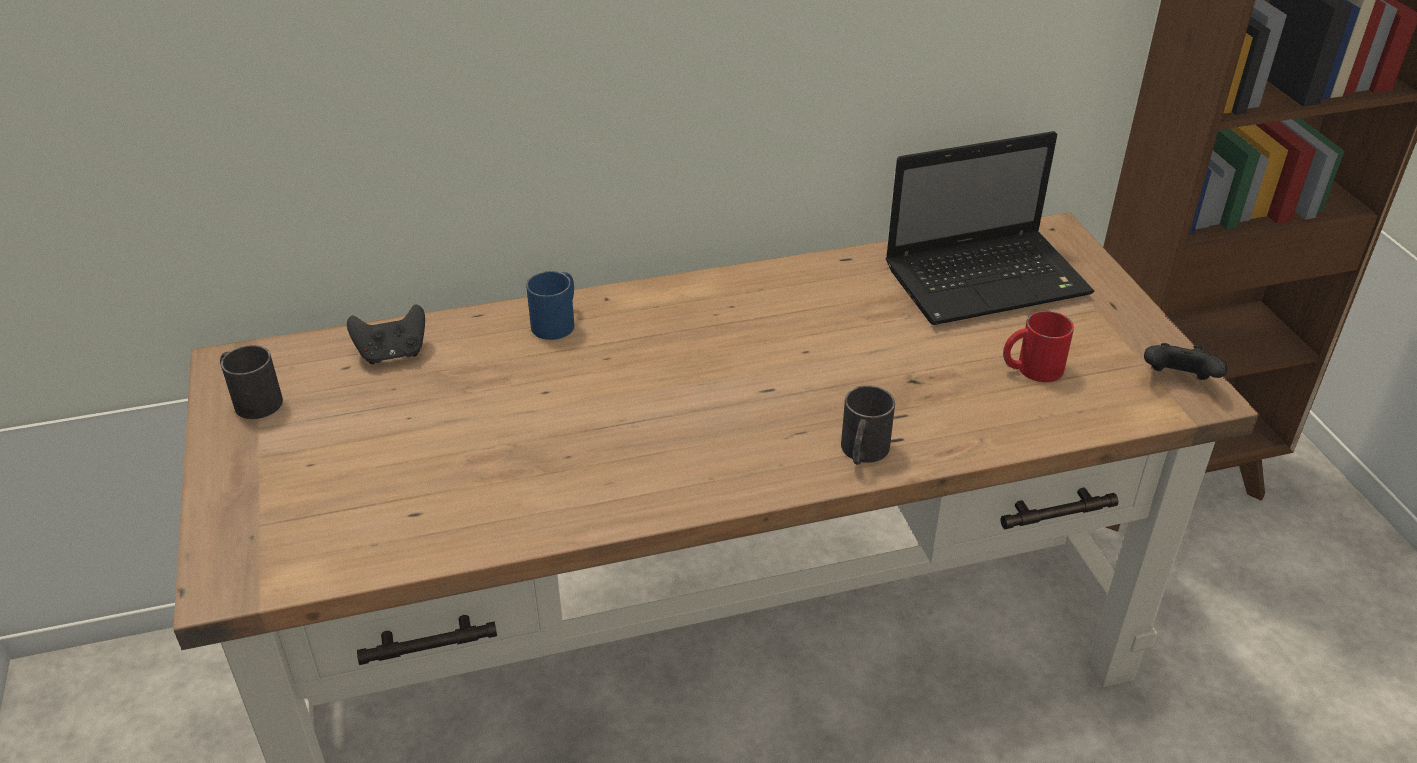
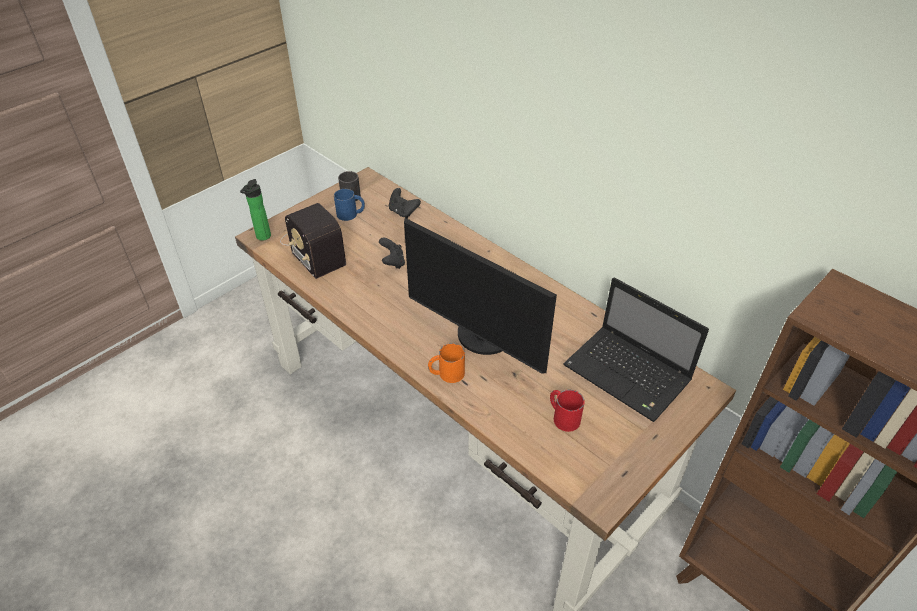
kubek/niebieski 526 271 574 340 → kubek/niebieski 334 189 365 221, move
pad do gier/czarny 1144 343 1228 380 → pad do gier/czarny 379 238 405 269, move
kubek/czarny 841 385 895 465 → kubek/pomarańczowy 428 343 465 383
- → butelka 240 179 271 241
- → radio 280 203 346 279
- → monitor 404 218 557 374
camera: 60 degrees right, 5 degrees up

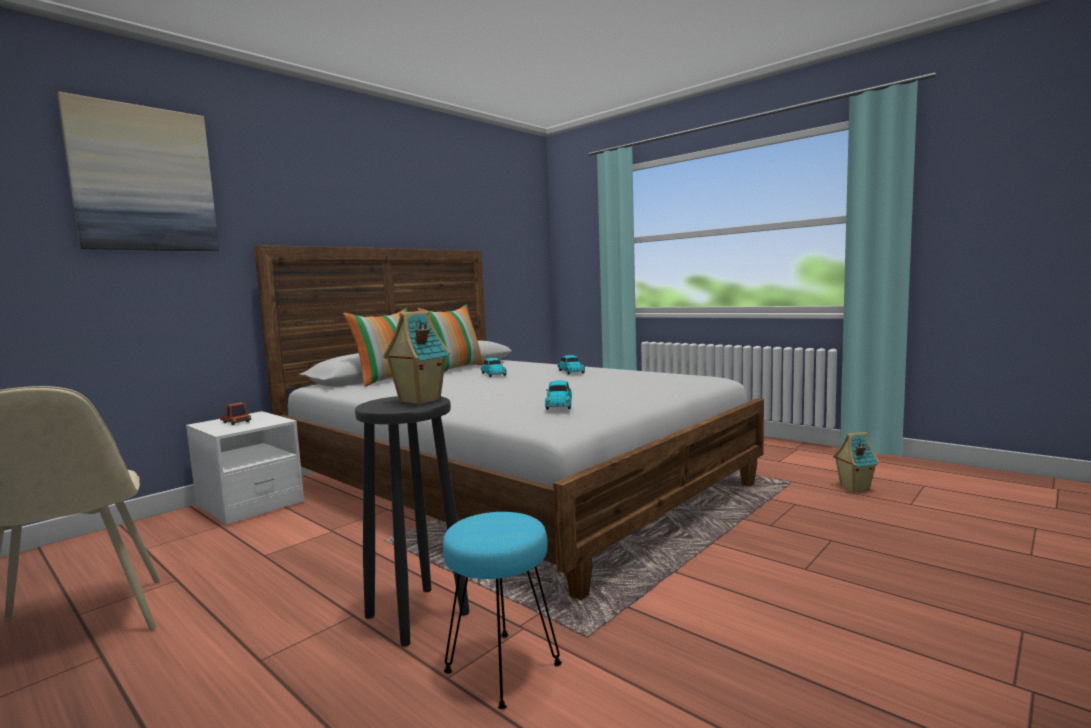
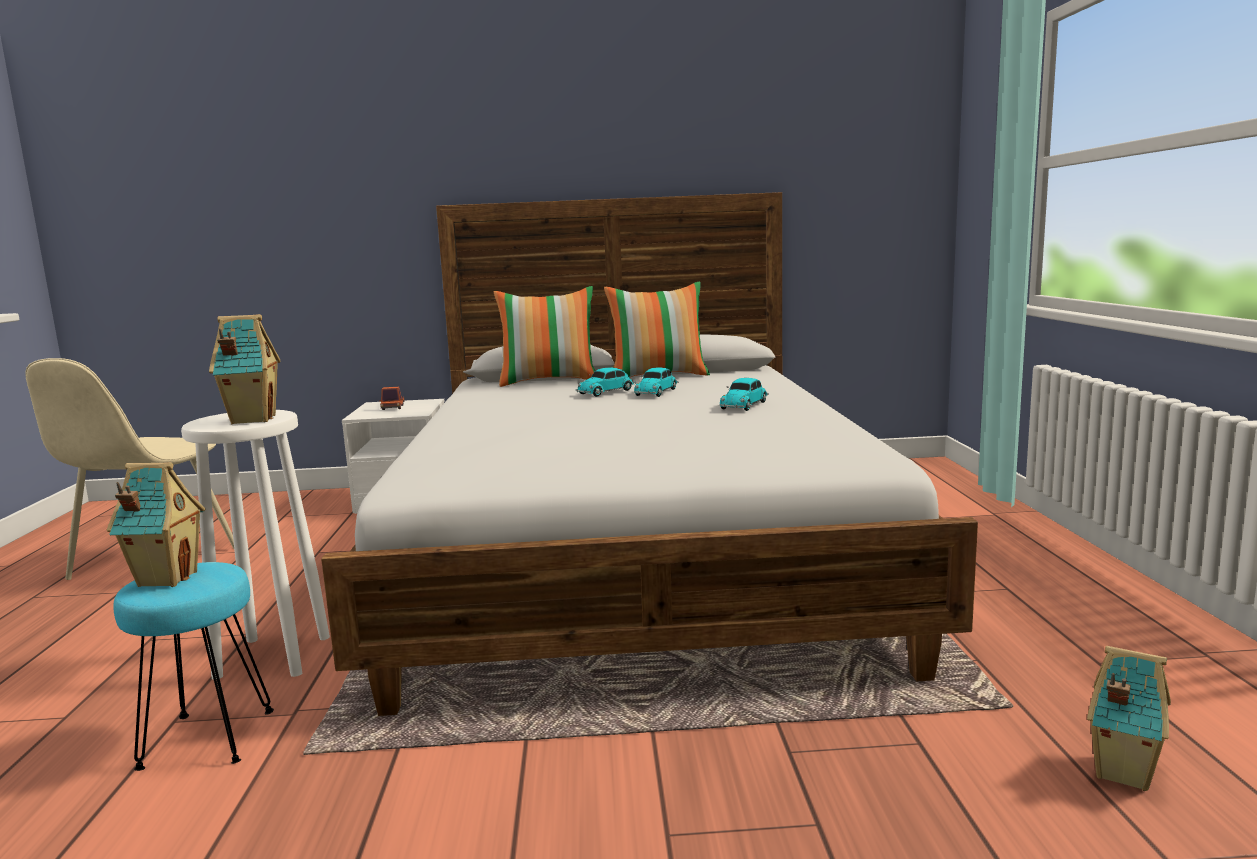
obraz 57 92 219 252 → -
samochodzik 545 381 572 410 → samochodzik 576 368 637 397, move
stołek/czarny 355 396 470 647 → stołek/biały 181 410 330 679
- → domek 107 462 205 587
camera: 45 degrees right, 5 degrees up

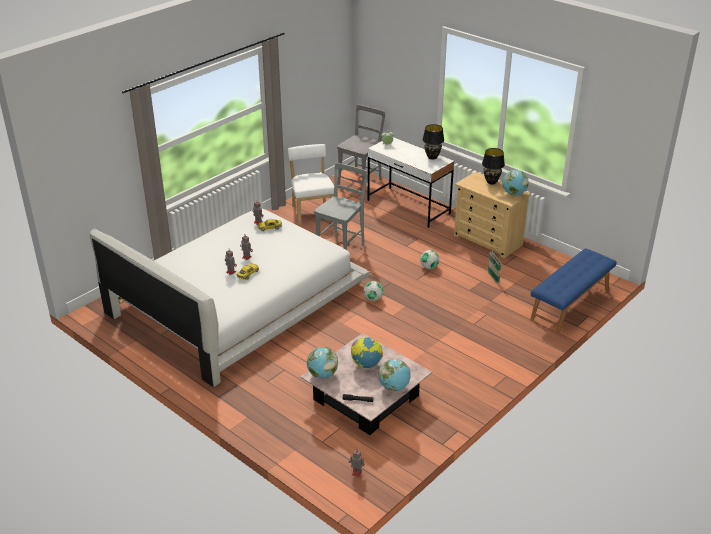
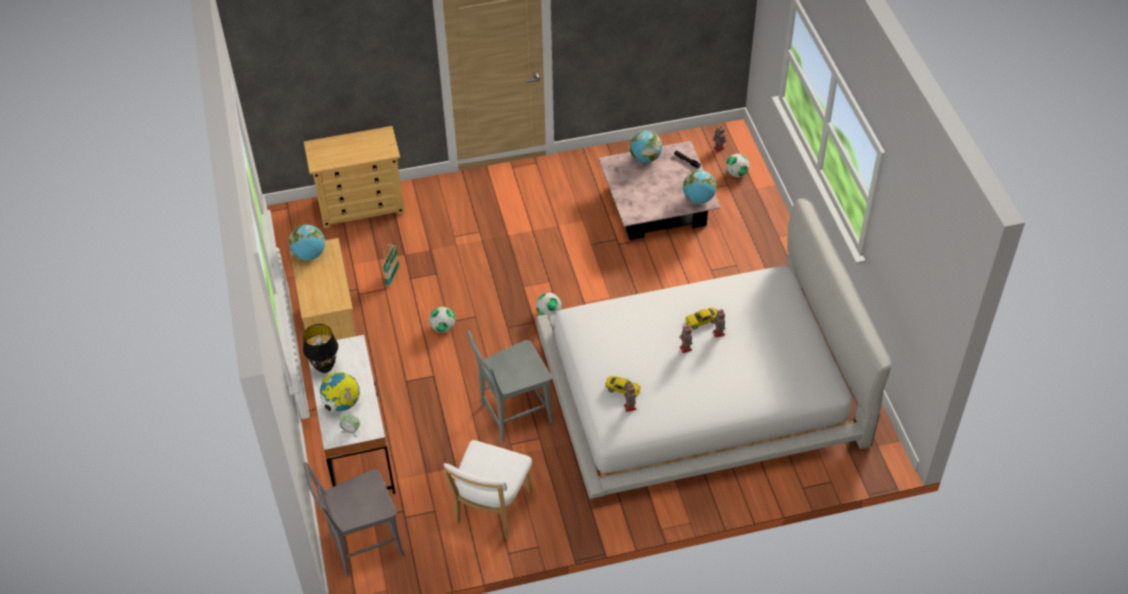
lampa stołowa/czarny 482 148 505 184 → -
ławka/niebieski 530 249 617 334 → komoda/beżowy 304 126 405 228
globus 351 337 383 368 → globus 320 372 360 412, move
- → piłka futbolowa 726 154 749 177
camera: 145 degrees left, 15 degrees up

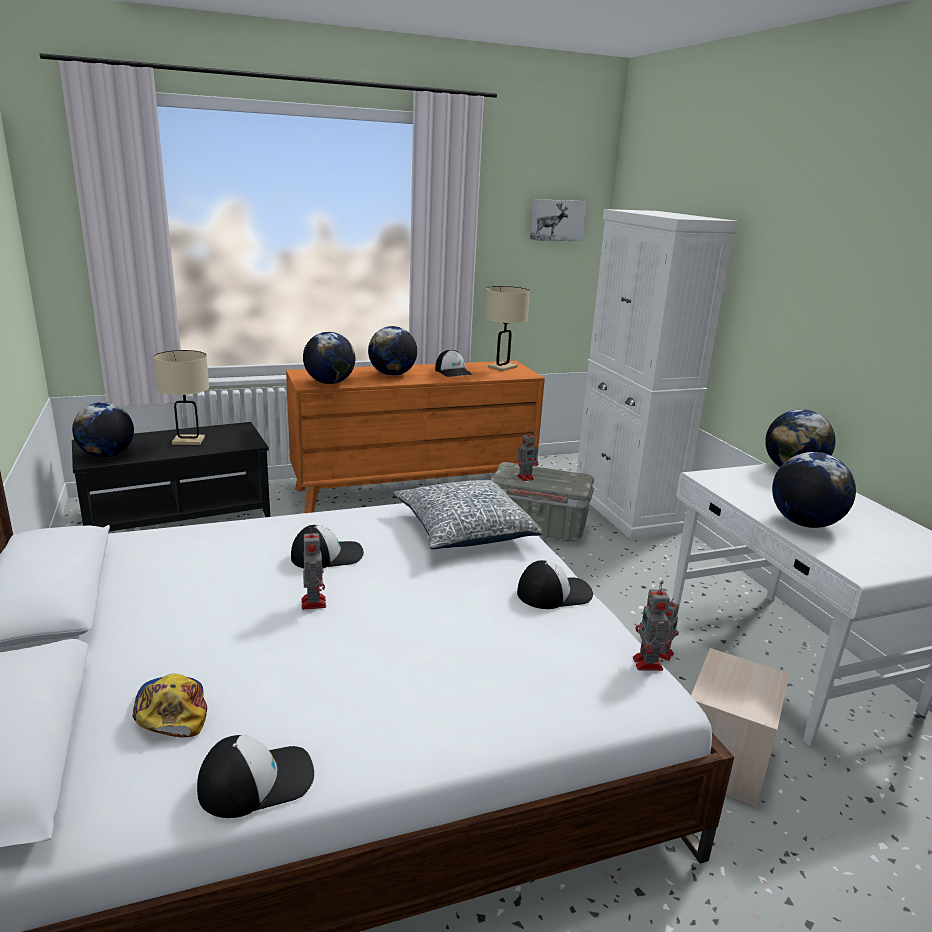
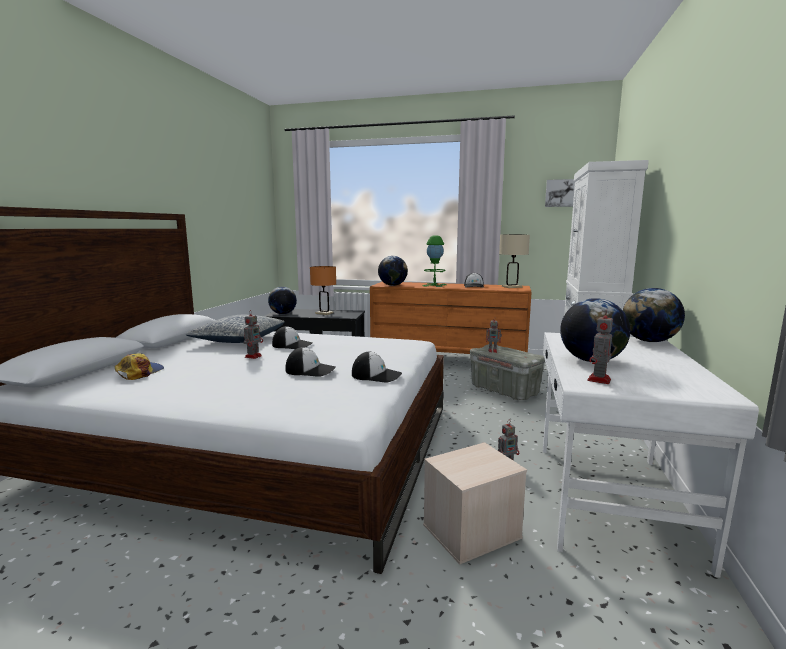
globus 368 326 417 376 → lampa stołowa/zielony 422 235 447 287
lampa stołowa/beżowy 154 350 209 445 → lampa stołowa/pomarańczowy 310 266 336 315
poduszka 393 480 542 549 → poduszka 186 315 285 343, move
robot zabawkowy 633 583 670 671 → robot zabawkowy 587 309 613 384, move
czapka z daszkiem 197 735 314 818 → czapka z daszkiem 286 347 336 377, move
camera: 35 degrees right, 10 degrees down

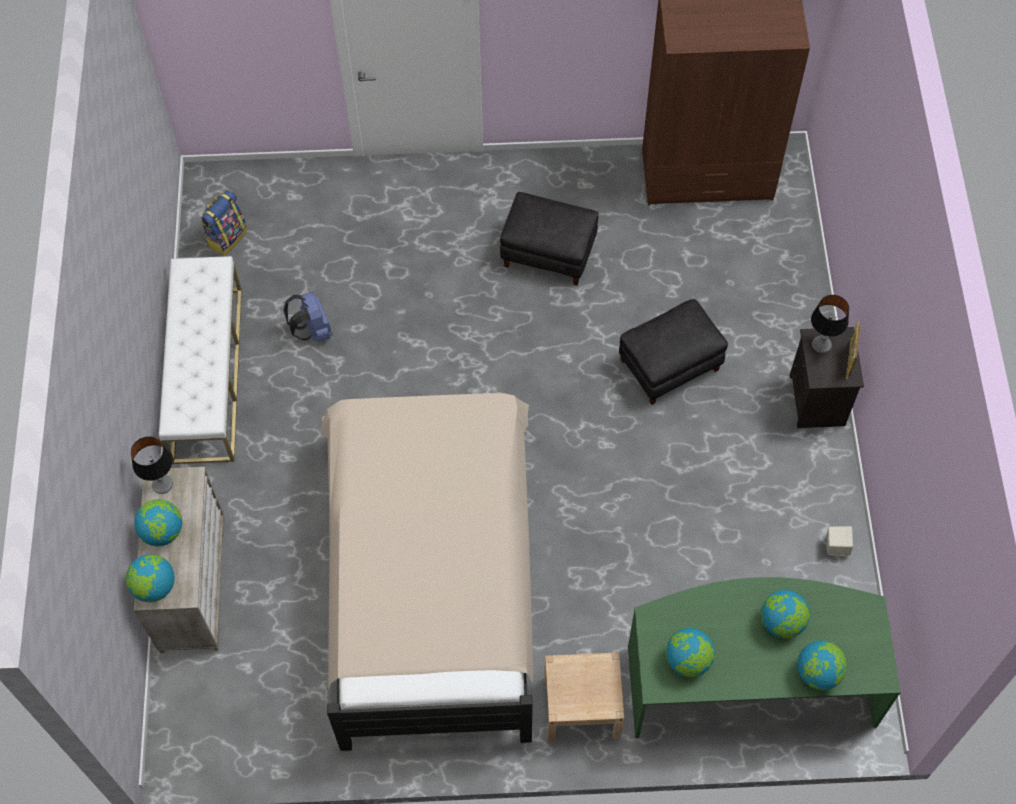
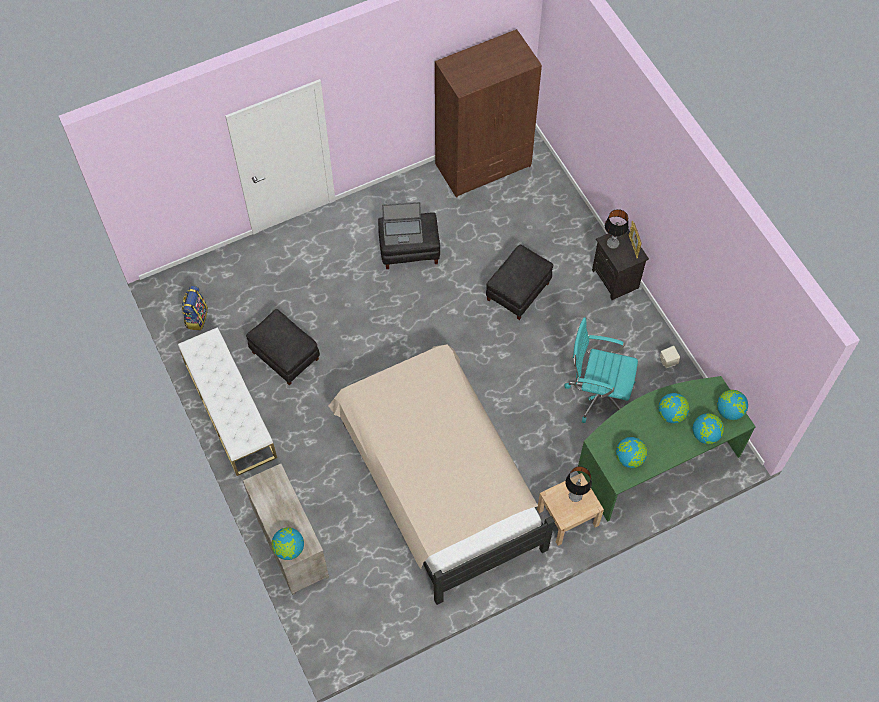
plecak/niebieski 284 292 332 342 → pufa/czarny 246 309 320 385
lampa stołowa 131 436 173 494 → lampa stołowa 565 466 592 502, move
globus 134 499 182 546 → globus 717 390 748 420, move
- → laptop 382 202 423 246
- → krzesło biurowe/turkusowy 564 317 638 423
camera: 25 degrees left, 0 degrees up

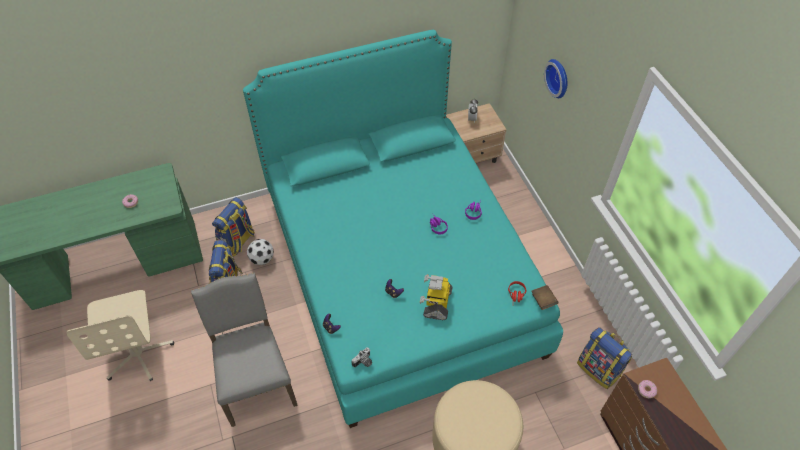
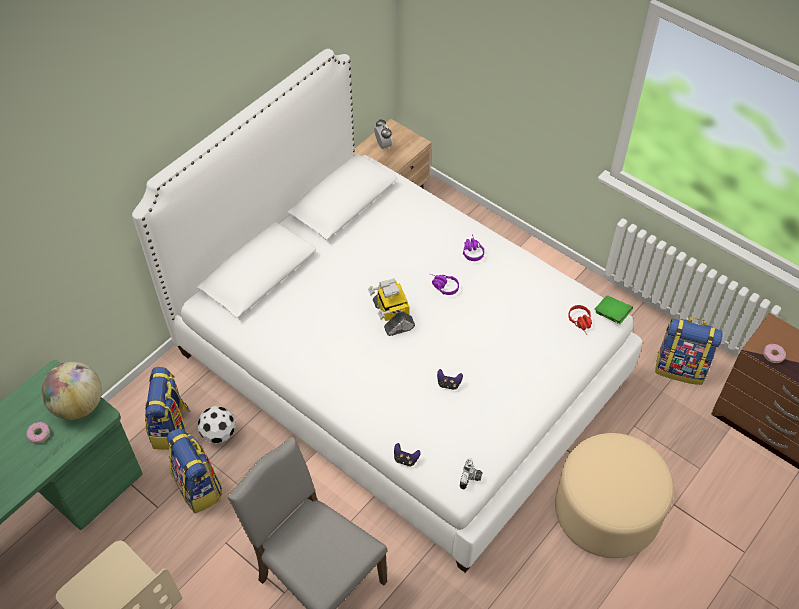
łóżko/turkusowy 243 30 563 428 → łóżko/biały 132 49 642 573
zegar ścienny 544 59 568 98 → -
robot zabawkowy 420 274 453 320 → robot zabawkowy 368 278 415 336, move
książka/brązowy 531 285 559 310 → książka/zielony 594 295 633 324
- → globus 41 362 102 420
camera: 30 degrees left, 0 degrees up

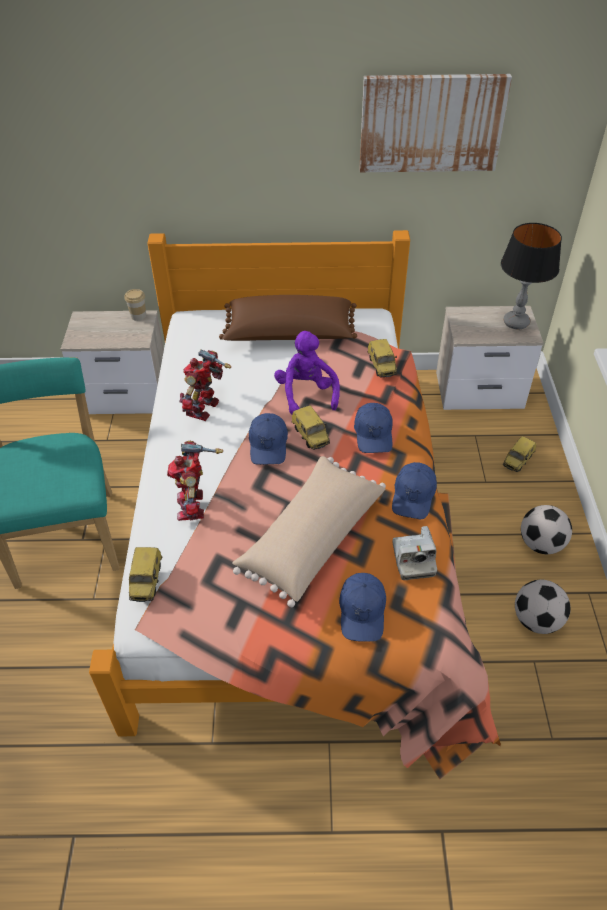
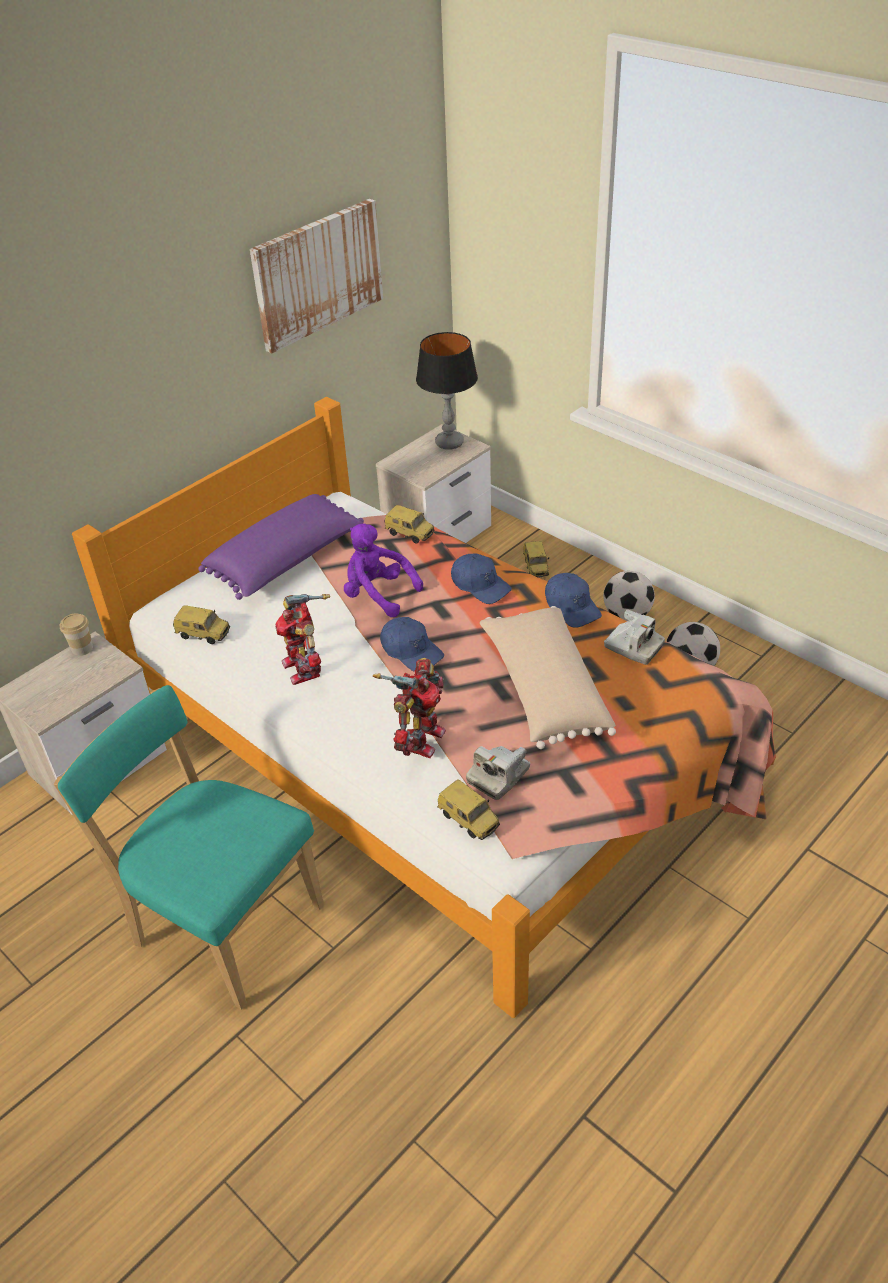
poduszka/brązowy 219 295 357 341 → poduszka/fioletowy 199 494 364 600
samochodzik 291 406 330 450 → samochodzik 173 605 230 644, move
robot zabawkowy 167 441 223 521 → robot zabawkowy 373 658 446 758, 105 degrees counterclockwise
czapka z daszkiem/niebieski 339 573 386 642 → -
- → aparat fotograficzny 466 746 530 800
camera: 45 degrees left, 5 degrees down

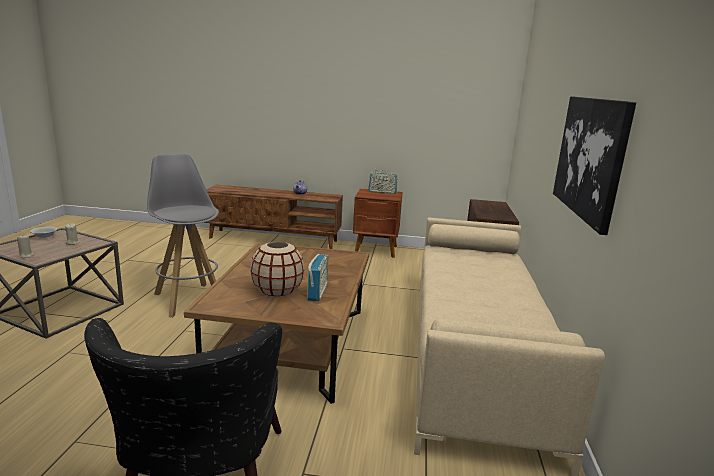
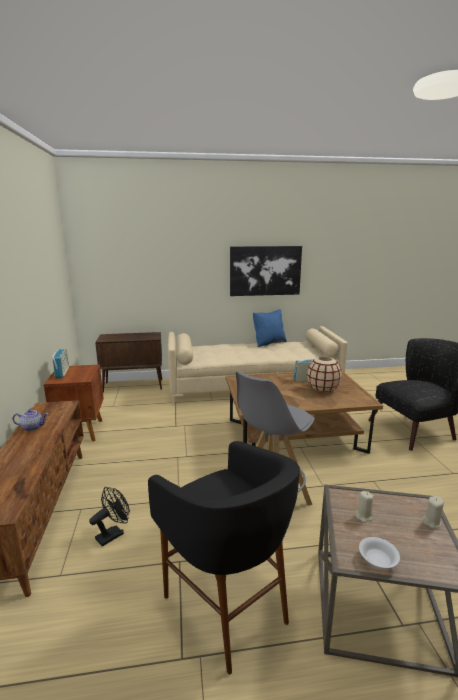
- → poduszka/niebieski 253 309 287 347
- → stołek/czarny 148 441 300 675
- → wentylator/czarny 89 487 130 547
camera: 105 degrees left, 0 degrees up

